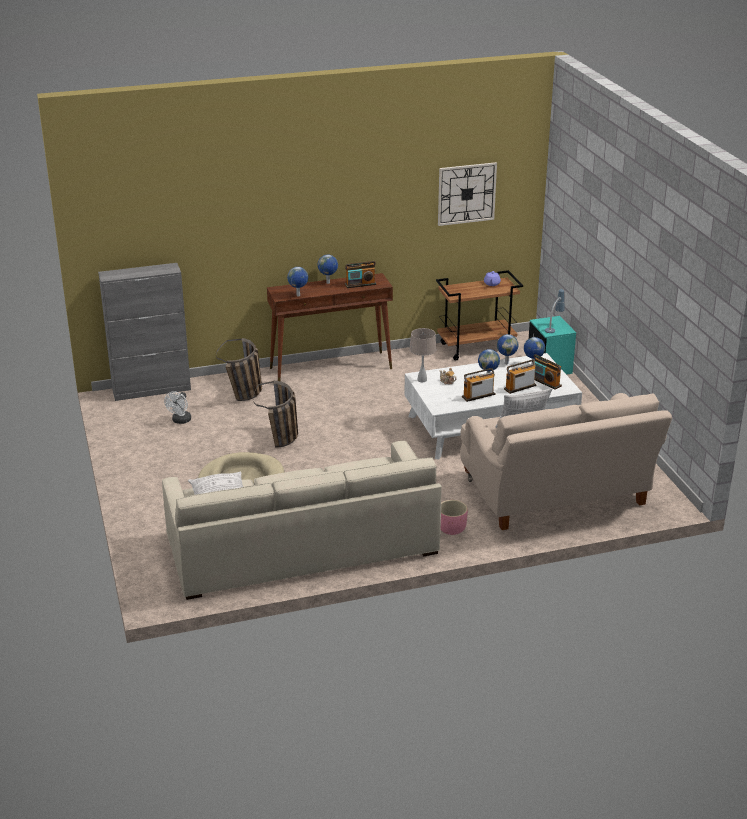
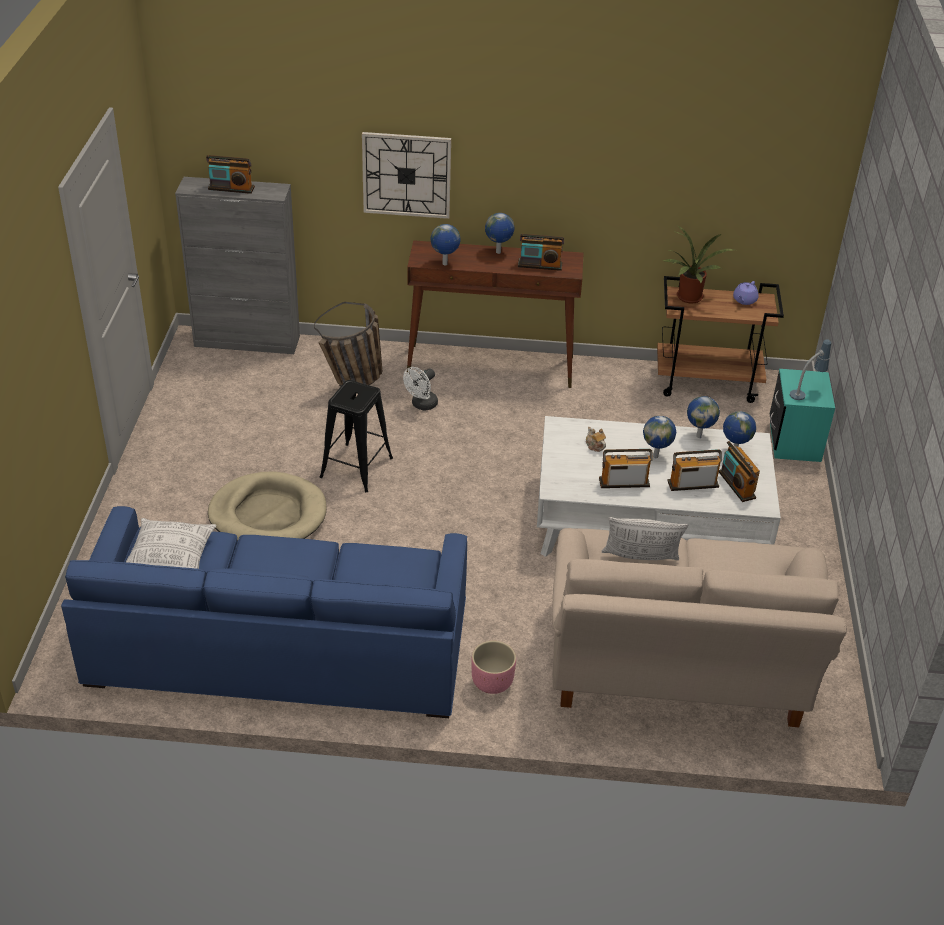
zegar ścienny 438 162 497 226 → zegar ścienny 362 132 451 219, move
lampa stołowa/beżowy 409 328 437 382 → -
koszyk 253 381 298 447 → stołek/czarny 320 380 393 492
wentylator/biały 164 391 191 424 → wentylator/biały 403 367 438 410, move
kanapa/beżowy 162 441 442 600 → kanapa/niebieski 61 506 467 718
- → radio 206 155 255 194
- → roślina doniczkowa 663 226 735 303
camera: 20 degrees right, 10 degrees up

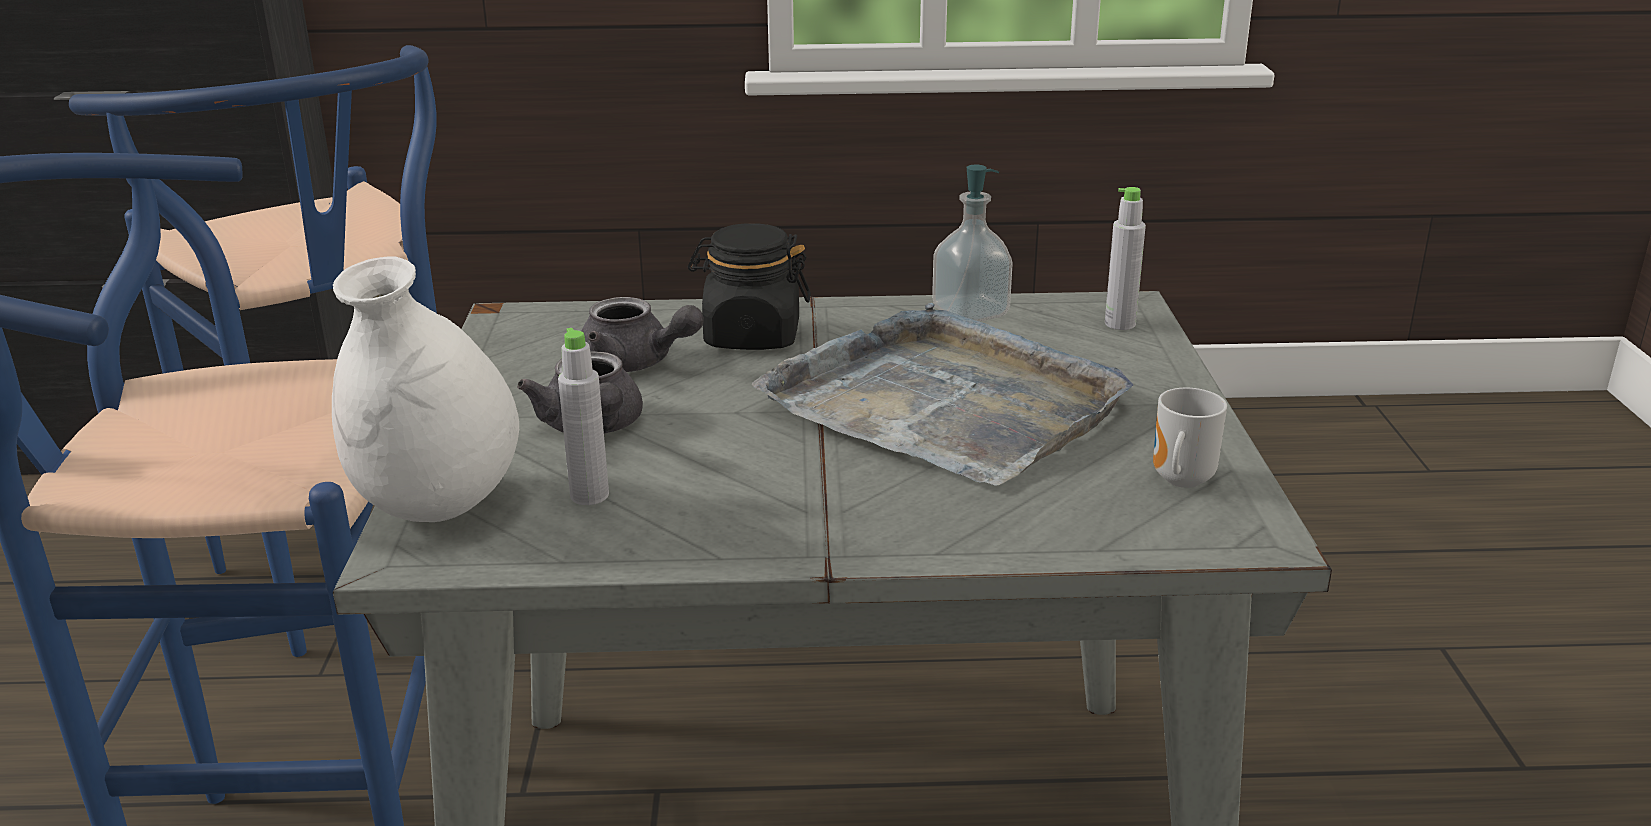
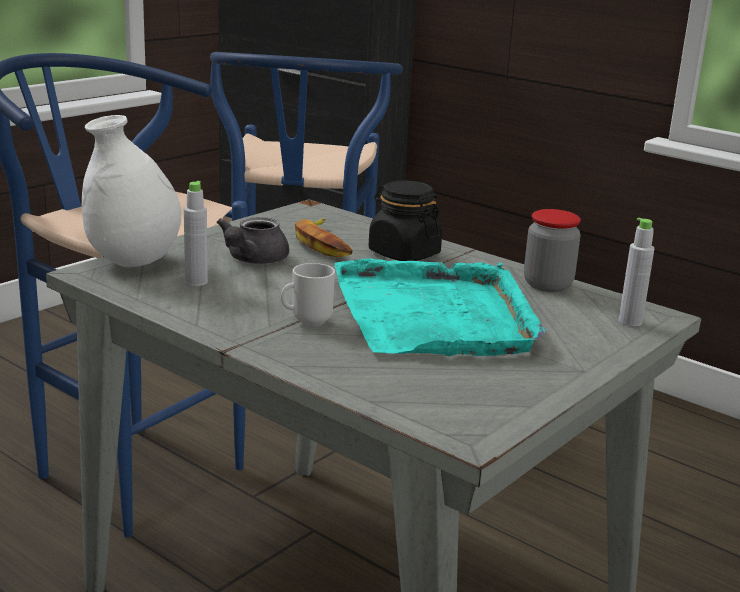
dozownik mydła 932 165 1013 322 → słoik 524 209 581 292
imbryk/szary 581 297 704 372 → banan 295 218 353 258
taca/szary 752 303 1133 486 → taca/turkusowy 334 258 545 356
kubek 1153 388 1227 488 → kubek 281 263 335 326, move
camera: 40 degrees right, 5 degrees down

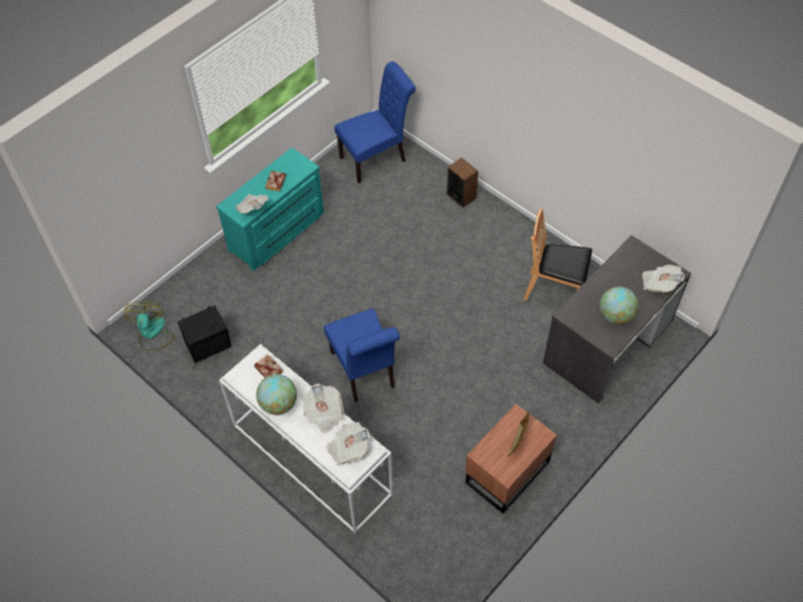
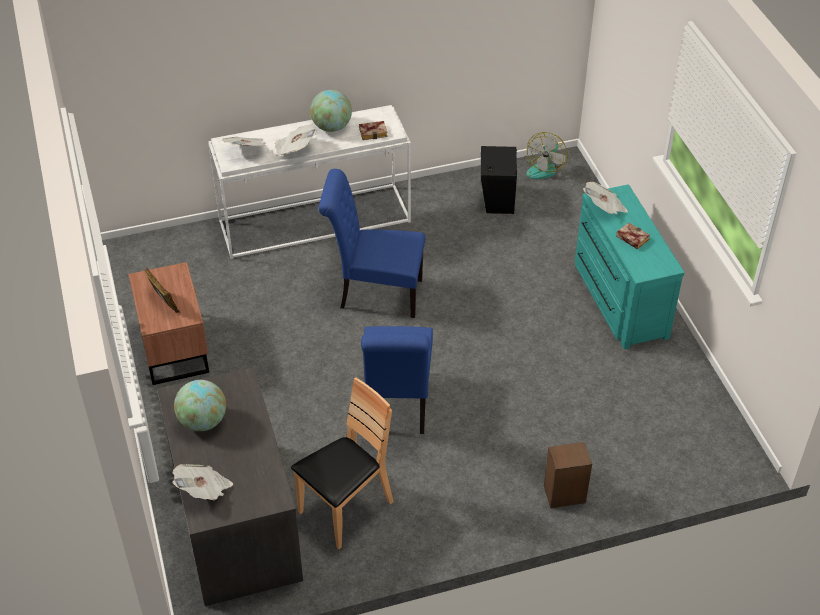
krzesło/niebieski 334 61 416 184 → krzesło/niebieski 361 326 433 434, move
wentylator 123 301 175 351 → wentylator 524 132 568 179, 90 degrees clockwise
camera: 120 degrees right, 10 degrees down

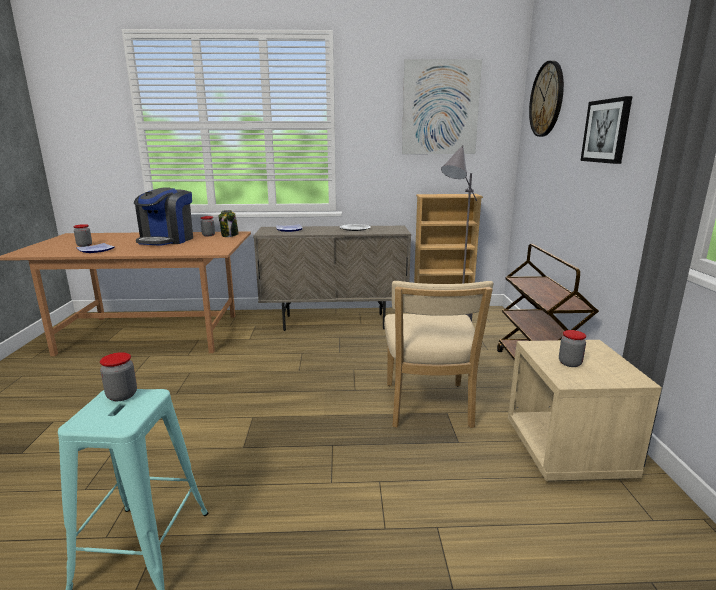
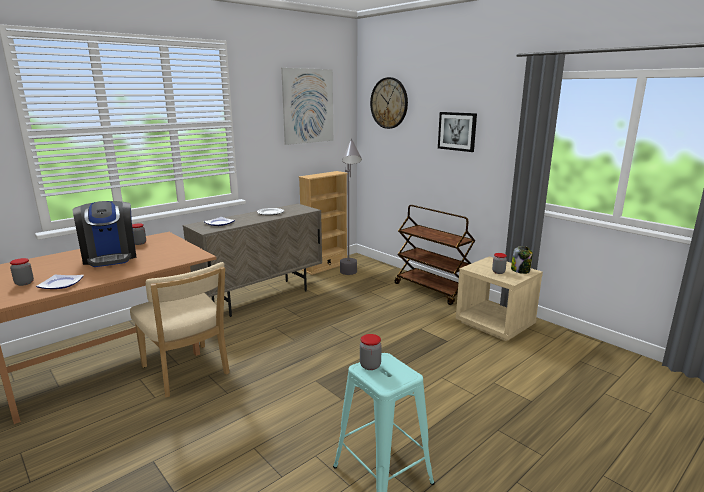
słoik 219 210 239 237 → słoik 511 246 533 274, move
krzesło/beżowy 384 281 493 428 → krzesło/beżowy 130 262 230 398, move
camera: 40 degrees left, 0 degrees up

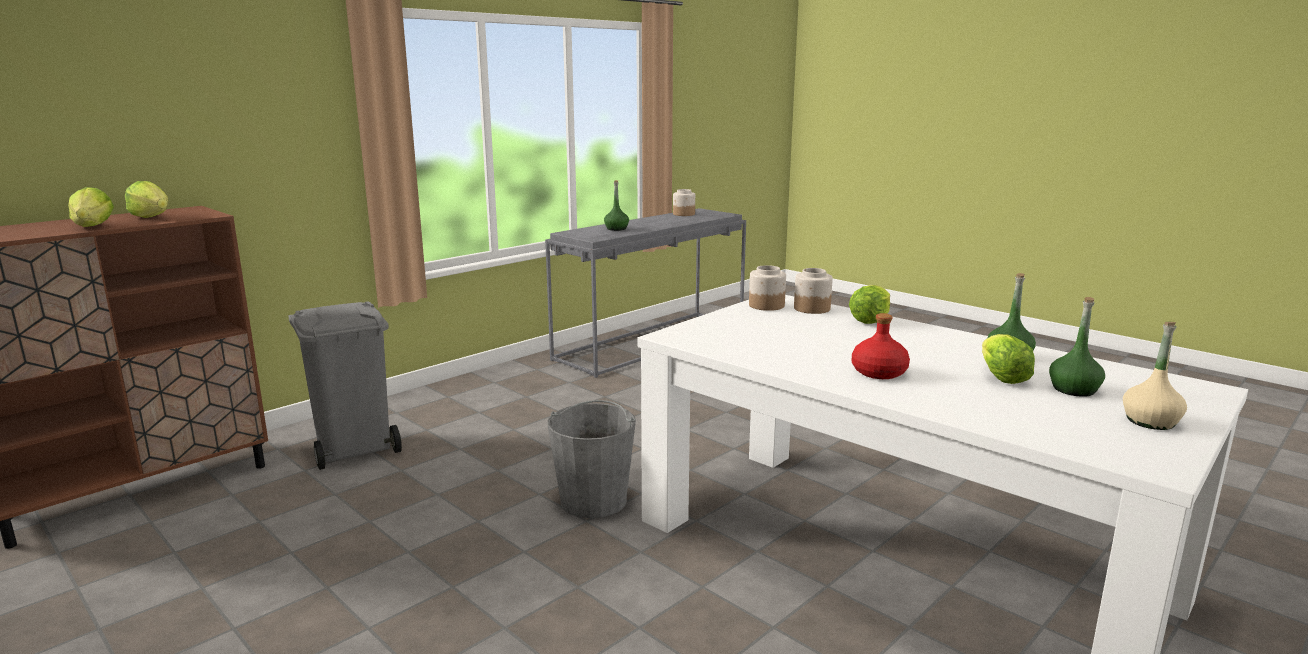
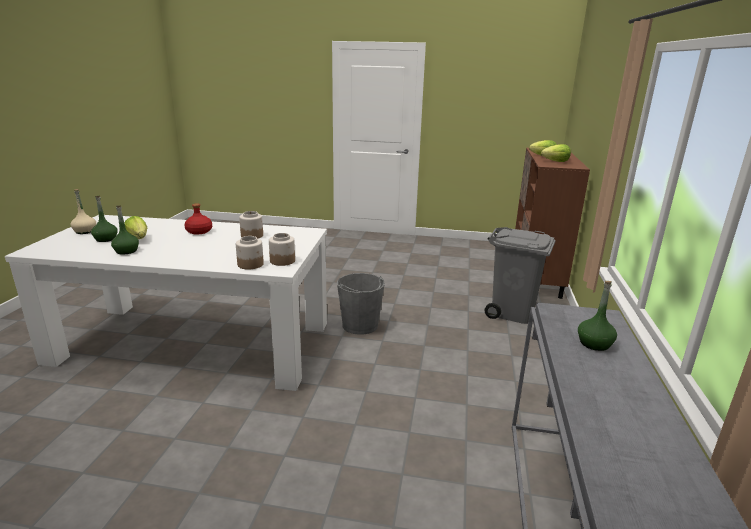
słoik 673 189 695 216 → słoik 239 211 263 239, move
sałata 849 285 890 324 → -
camera: 145 degrees right, 5 degrees up

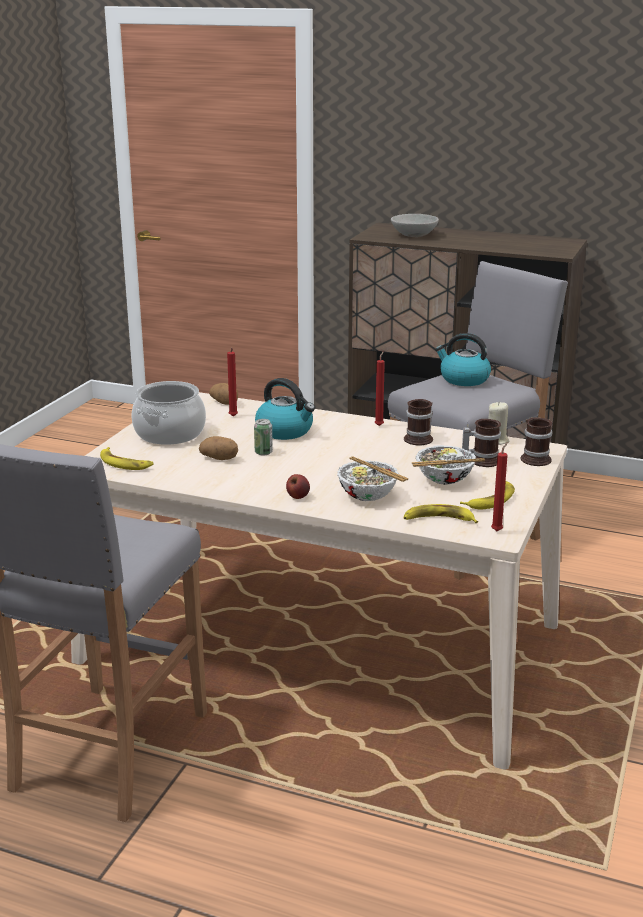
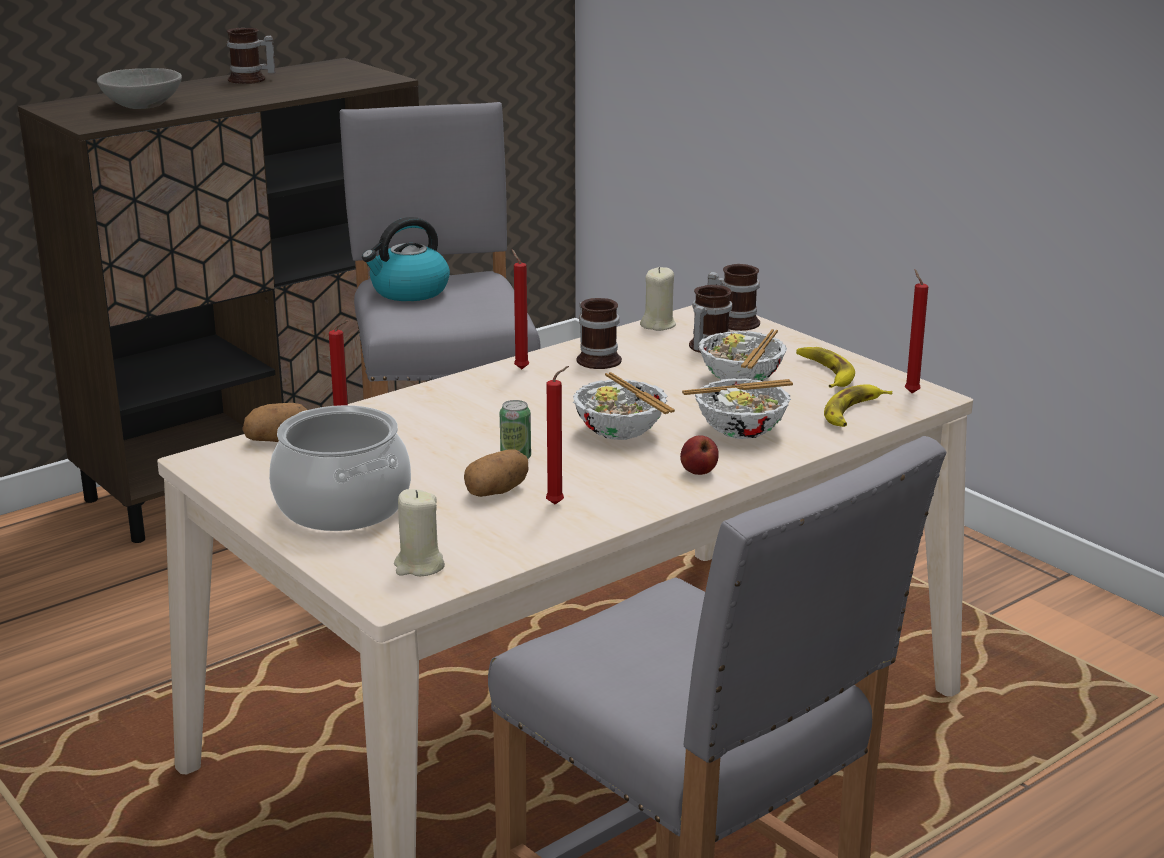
czajnik 255 378 315 440 → -
banan 100 447 154 470 → świeca/beżowy 394 489 445 576
- → kubek 227 28 275 84
- → świeca/czerwony 546 366 569 504
- → miska 573 372 675 440
camera: 60 degrees left, 0 degrees up

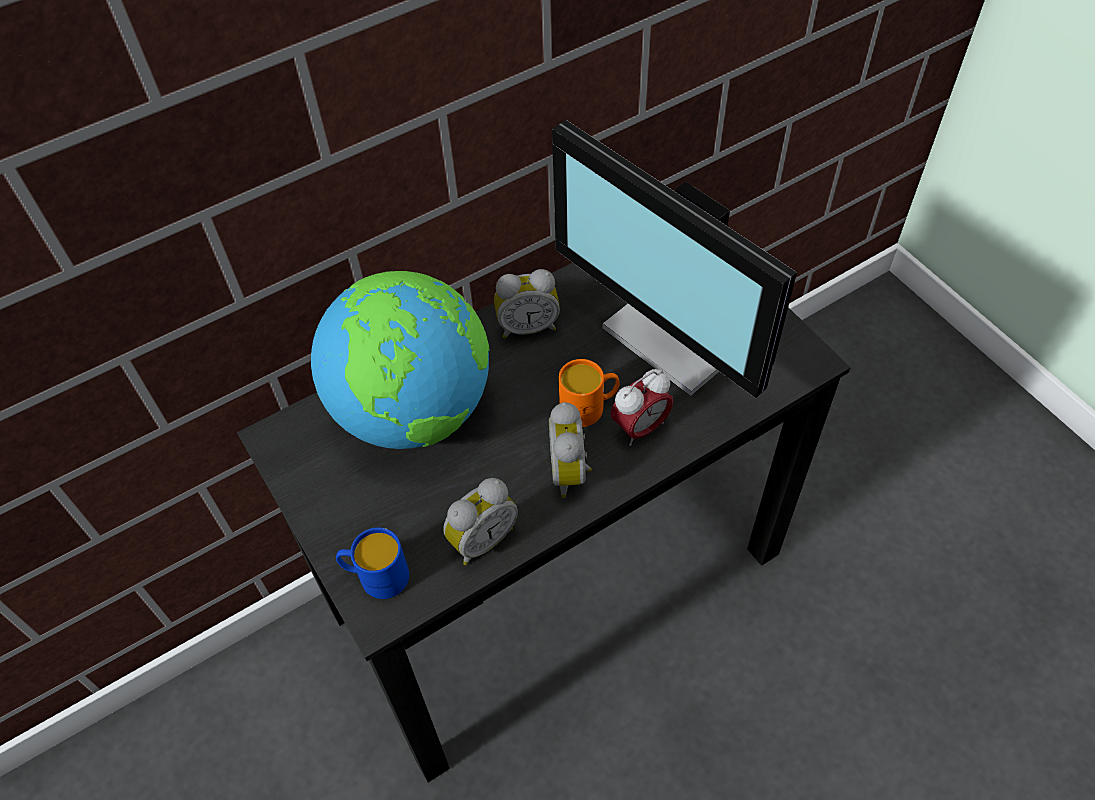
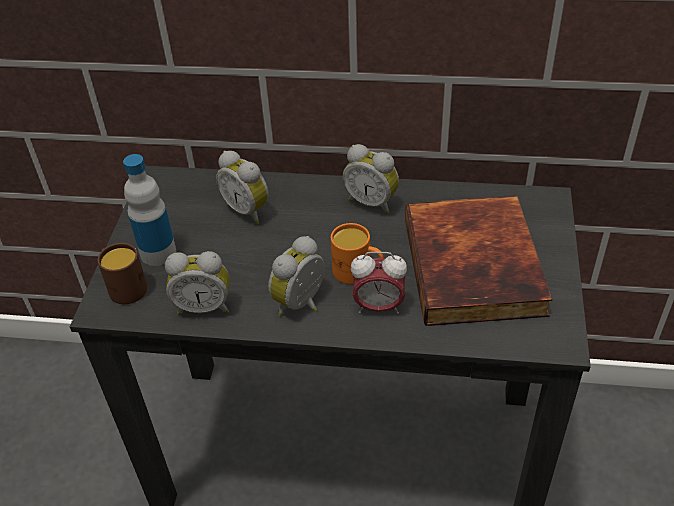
monitor 552 120 797 398 → książka 405 195 552 326
globus 311 271 489 449 → budzik 216 151 269 224
kubek/niebieski 336 527 409 599 → kubek/brązowy 97 243 147 304
- → butelka 123 154 176 266
camera: 40 degrees right, 10 degrees down

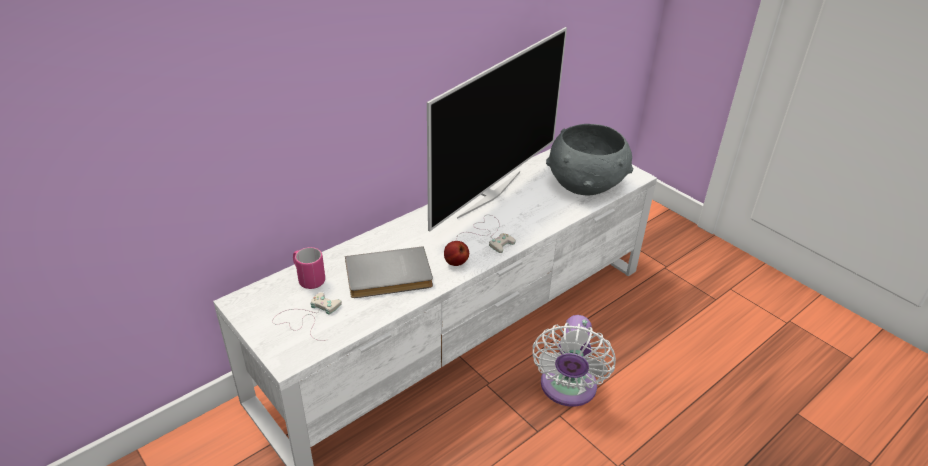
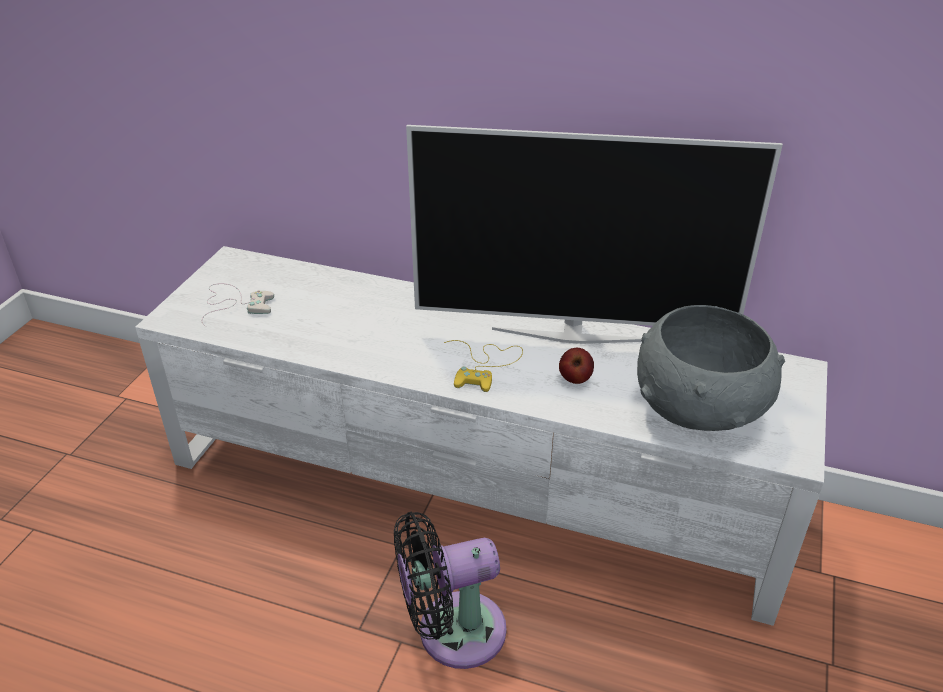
pad do gier/biały 456 215 516 253 → pad do gier/żółty 444 340 523 392
jabłko 444 241 469 266 → jabłko 559 348 594 384, move
książka/szary 345 246 433 298 → -
kubek/różowy 293 247 325 289 → -
wentylator/biały 532 315 616 407 → wentylator/czarny 394 512 507 669
camera: 60 degrees right, 0 degrees up

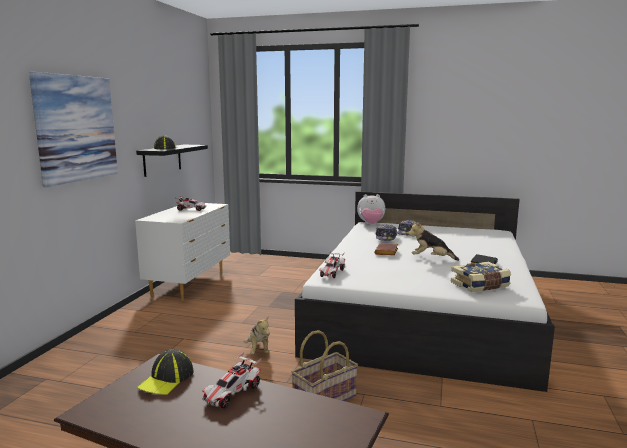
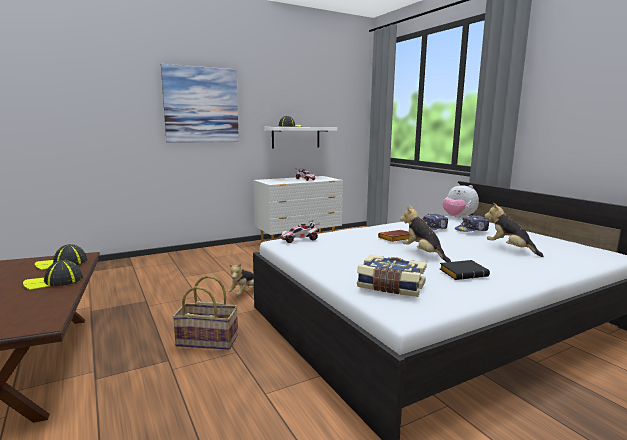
półka/czarny 136 145 208 177 → półka/biały 264 127 337 148
samochodzik 202 352 261 408 → czapka z daszkiem 23 260 83 290
- → pluszak 484 203 543 257
camera: 45 degrees right, 0 degrees up

